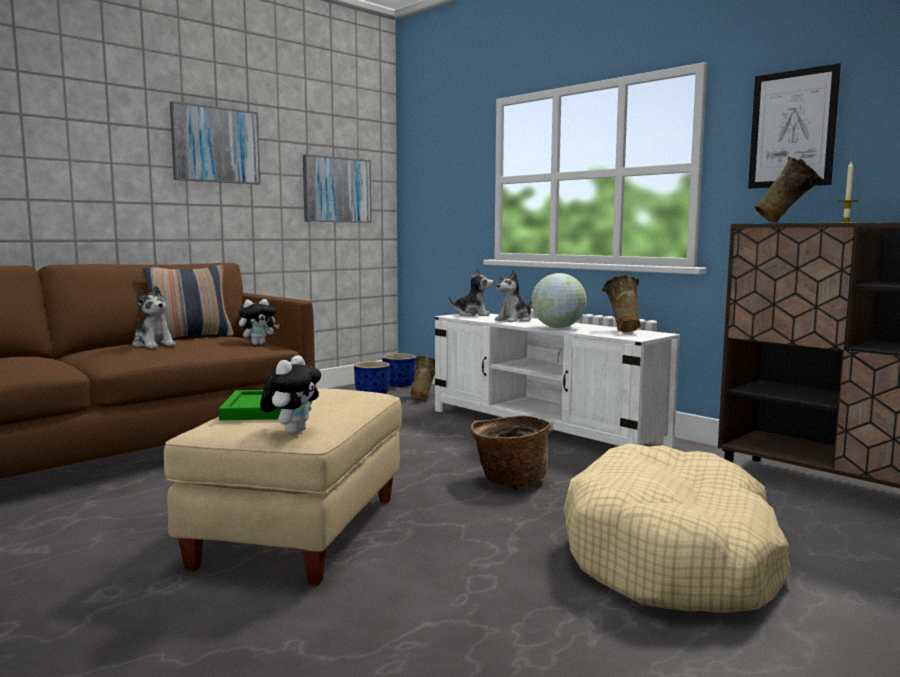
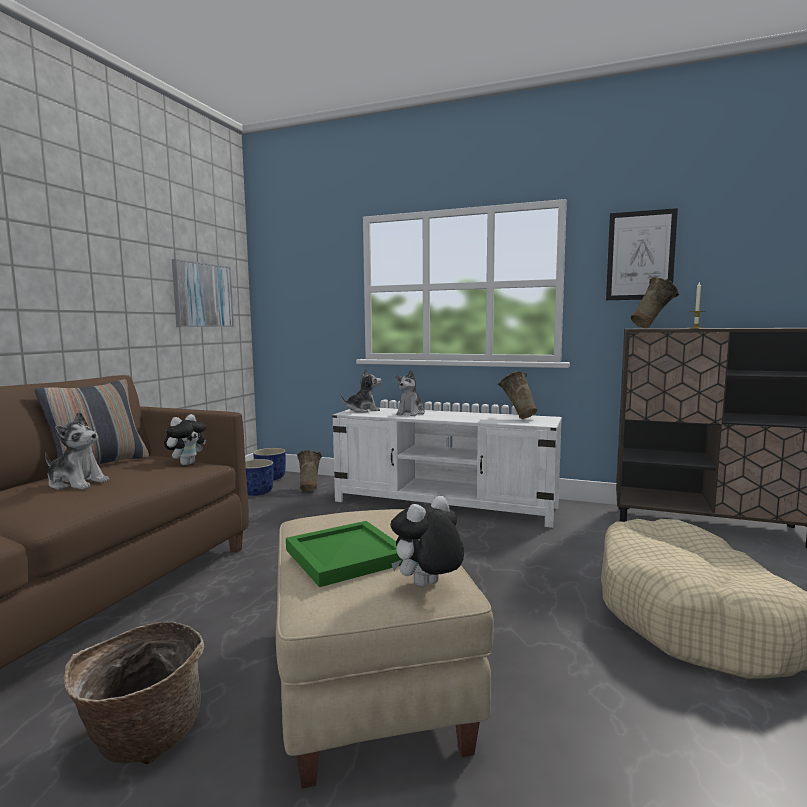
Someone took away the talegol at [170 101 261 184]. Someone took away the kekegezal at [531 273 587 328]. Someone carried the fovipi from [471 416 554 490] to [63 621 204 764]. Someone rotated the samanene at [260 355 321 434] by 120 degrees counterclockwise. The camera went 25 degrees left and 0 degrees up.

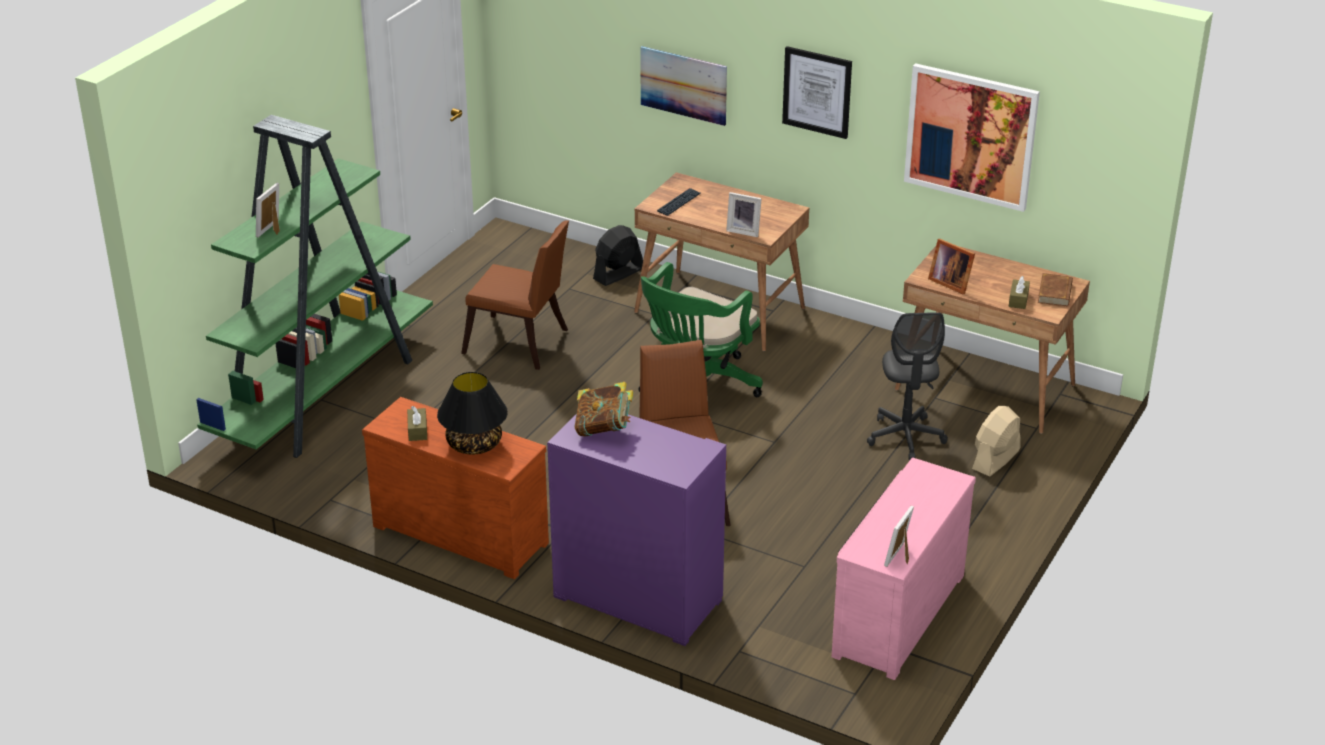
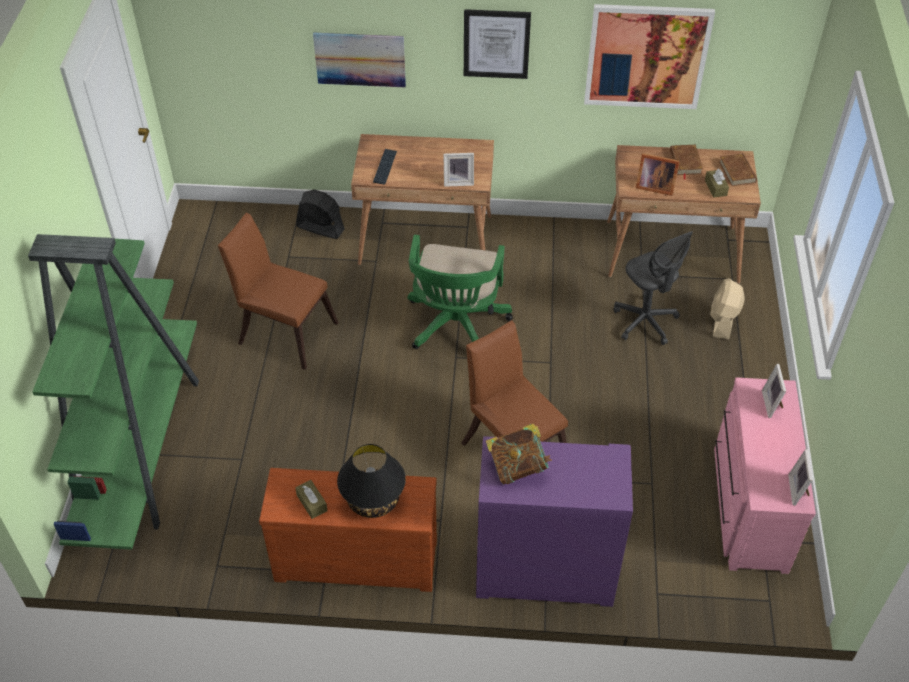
Someone put down the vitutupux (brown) at [670 145 703 179]. Someone carried the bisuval from [256 182 280 237] to [762 364 786 418]. Someone rotated the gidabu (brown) at [461 220 569 370] by 150 degrees counterclockwise. Someone rotated the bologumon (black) at [593 225 643 286] by 90 degrees clockwise. The camera went 25 degrees left and 15 degrees up.

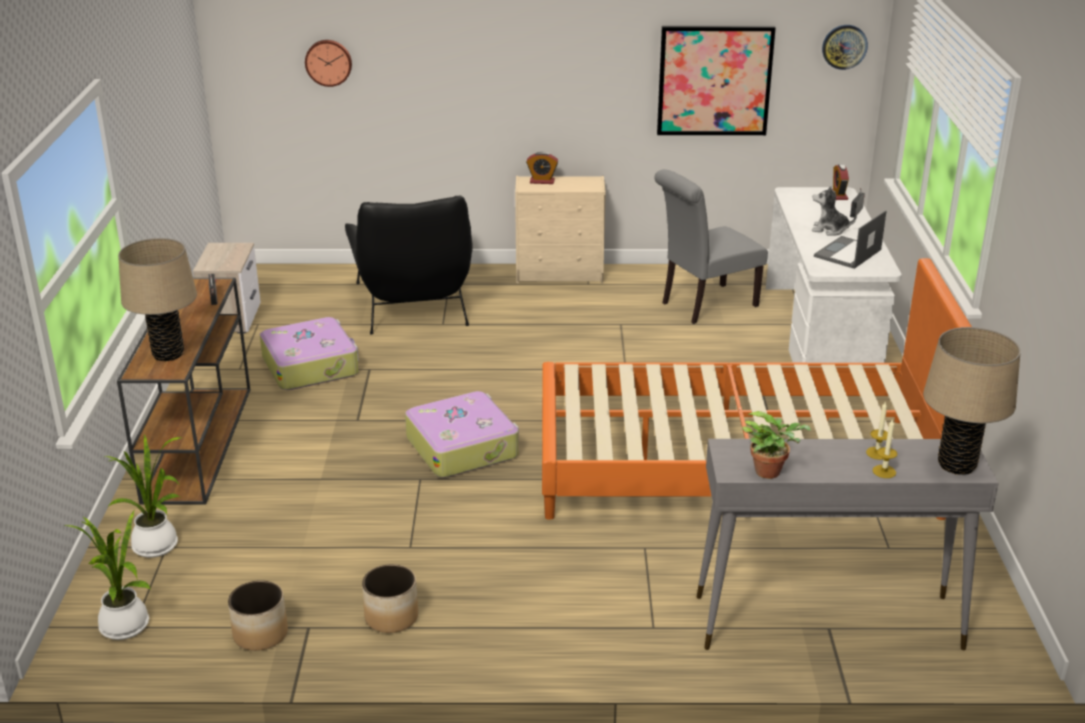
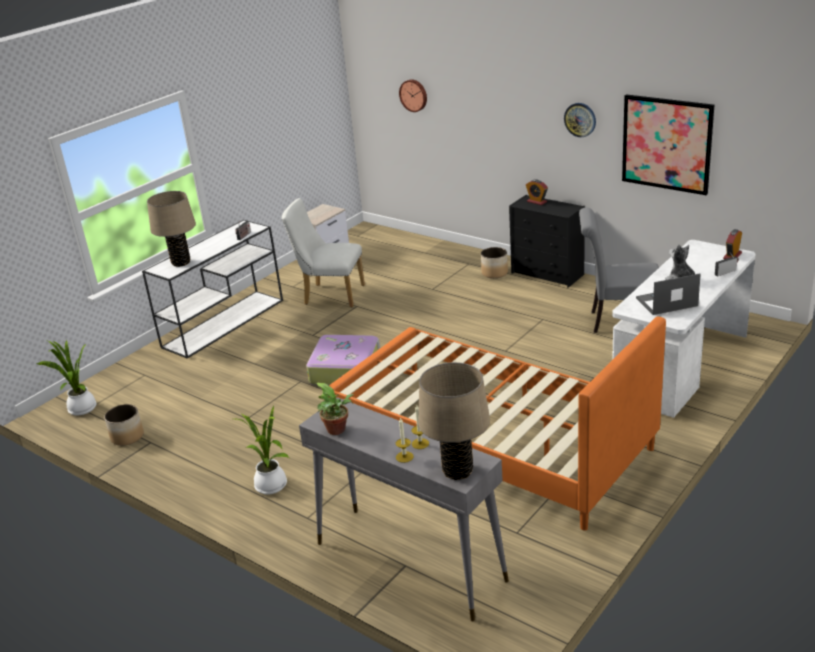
Someone took away the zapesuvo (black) at [345 196 473 335]. Someone carried the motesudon from [105 435 183 558] to [237 406 289 494]. Someone carried the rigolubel from [362 564 418 633] to [481 247 508 278]. Someone carried the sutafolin from [822 25 868 70] to [564 103 596 137]. Someone swapped the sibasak at [260 317 359 390] for the gidabu (white) at [282 198 365 307]. Someone repainted the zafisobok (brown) at [117 278 250 504], which became the zafisobok (white) at [142 220 283 359]. Someone repainted the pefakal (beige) at [515 176 606 283], which became the pefakal (black) at [509 195 585 288]. The camera went 40 degrees right and 0 degrees up.

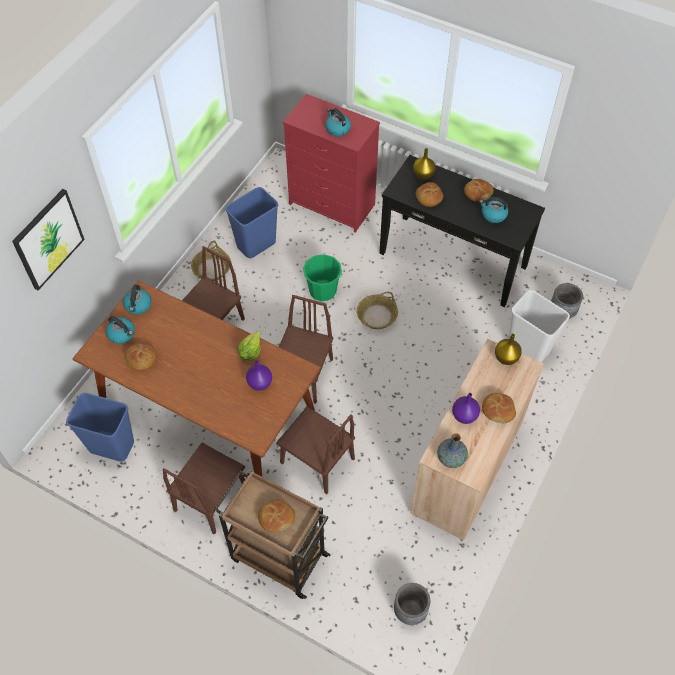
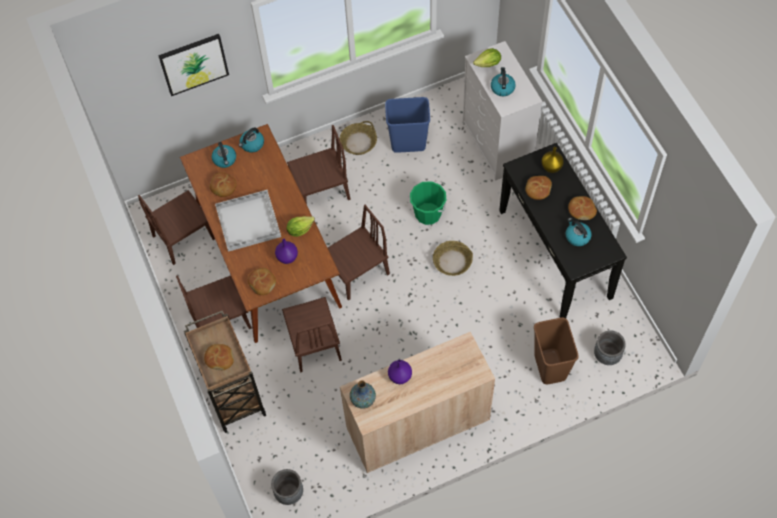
Someone took away the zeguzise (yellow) at [495 333 522 365]. Someone put down the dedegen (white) at [215 190 281 252]. Someone put down the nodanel at [473 48 501 67]. Someone carried the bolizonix from [482 393 516 423] to [248 268 276 295]. Someone swapped the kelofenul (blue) at [66 393 134 462] for the gidabu (brown) at [138 190 215 265]. Someone repainted the pefakal (red) at [283 94 380 233], which became the pefakal (white) at [463 41 542 181]. Someone repainted the kelofenul (white) at [509 290 570 362], which became the kelofenul (brown) at [534 318 579 384]. The camera went 40 degrees right and 5 degrees up.

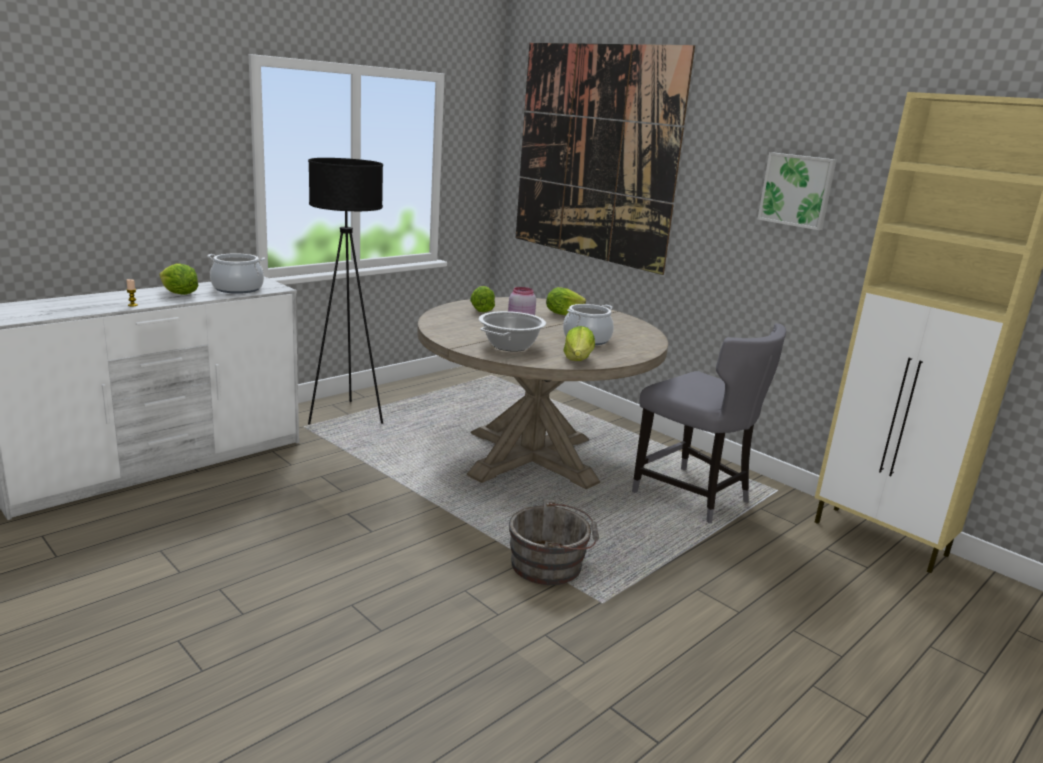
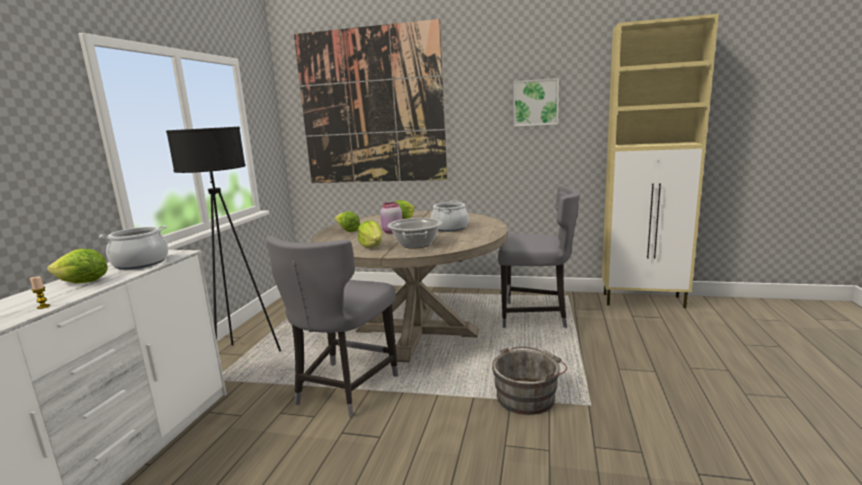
Someone put down the gidabu (grey) at [266 235 398 418]. Someone carried the nodanel from [563 326 595 361] to [358 221 382 248]. The camera went 30 degrees left and 5 degrees down.

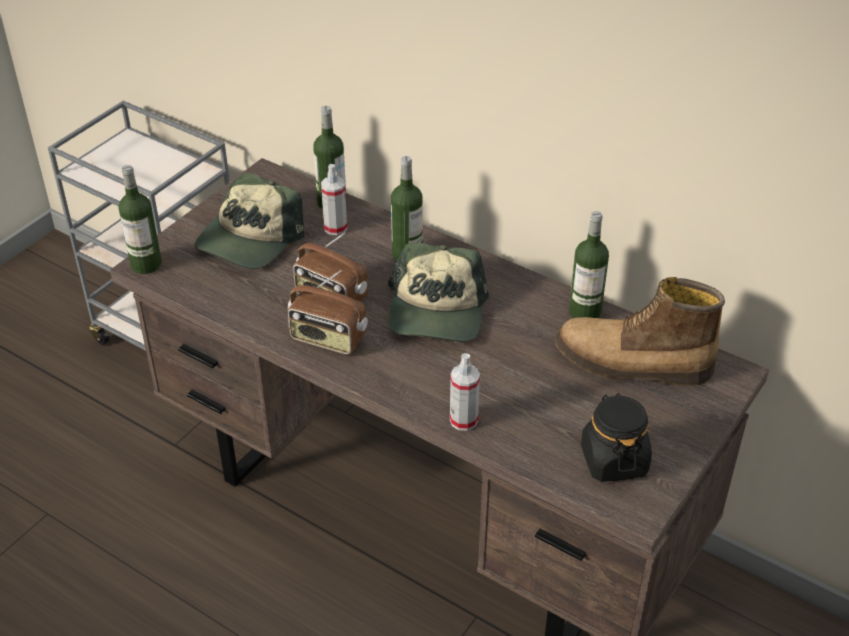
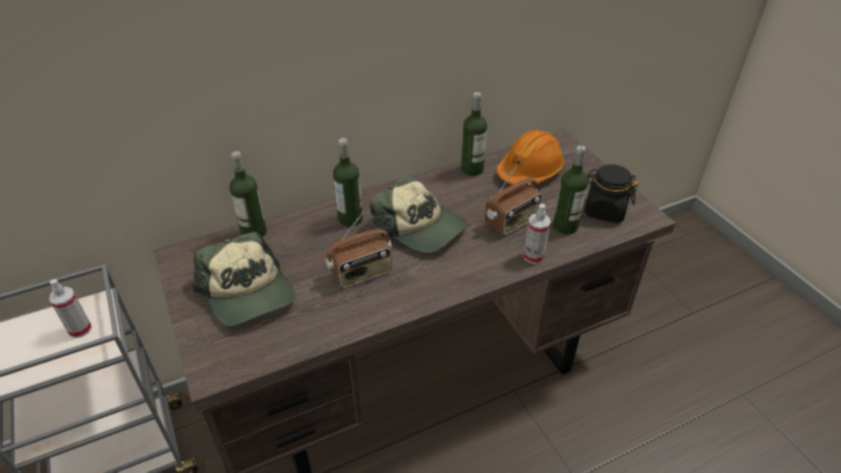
Someone carried the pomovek from [118 165 162 274] to [553 145 588 235]. Someone carried the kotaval from [287 270 368 355] to [485 163 542 235]. Someone carried the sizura from [321 164 347 235] to [49 279 92 338]. Someone swapped the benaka at [554 277 725 386] for the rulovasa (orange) at [496 130 565 186]. The camera went 60 degrees left and 0 degrees up.

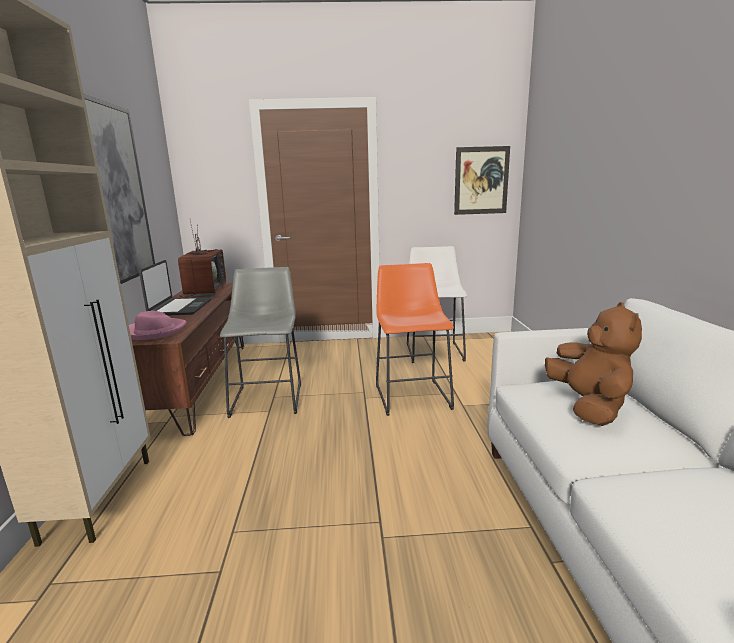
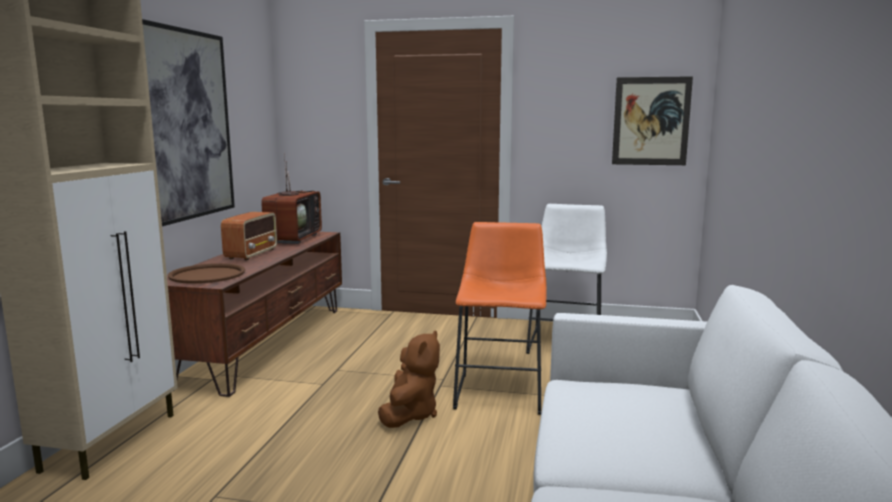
Someone took away the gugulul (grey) at [220 267 301 418]. Someone carried the samanene (brown) from [545 302 642 426] to [378 330 440 428]. Someone swapped the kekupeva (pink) at [129 311 187 340] for the dedegen (brown) at [168 263 245 284]. Someone swapped the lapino at [139 260 212 316] for the kotaval at [221 212 277 260]. The camera went 15 degrees right and 5 degrees down.

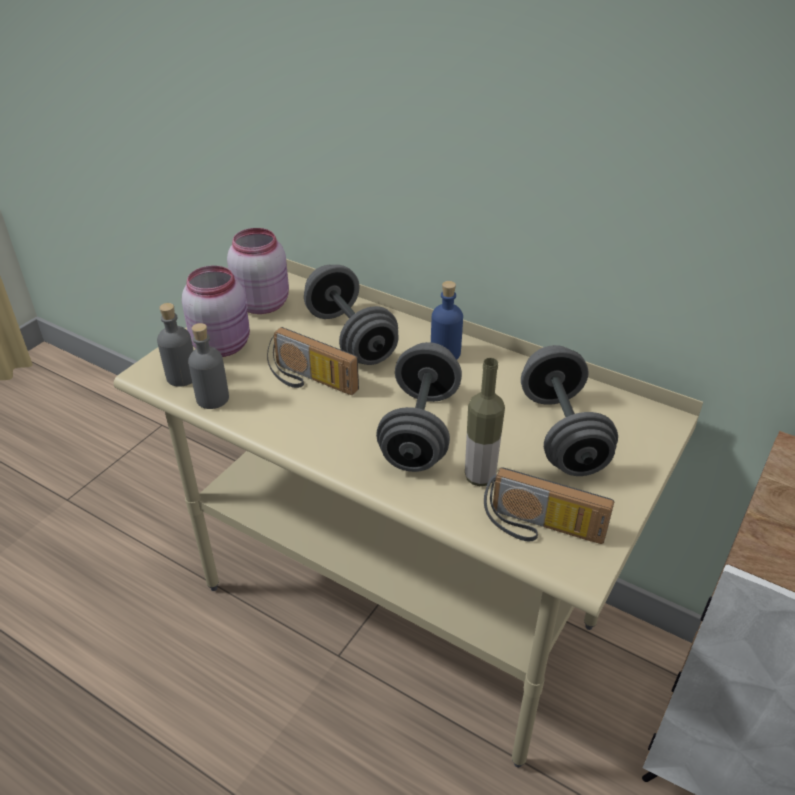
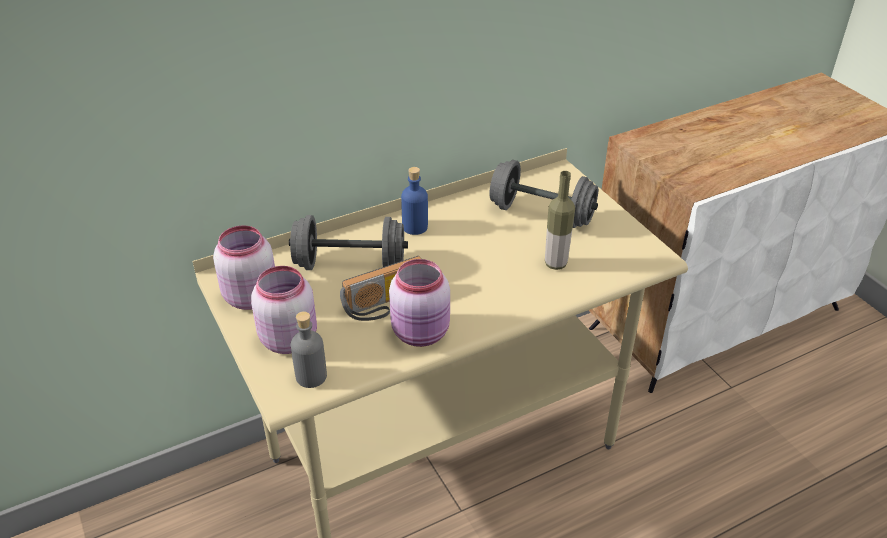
Someone took away the pomovek (grey) at [188 323 229 409]. Someone took away the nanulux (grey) at [376 342 462 472]. Someone took away the kotaval at [484 467 614 544]. Someone put down the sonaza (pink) at [389 259 450 347]. The camera went 60 degrees left and 0 degrees up.

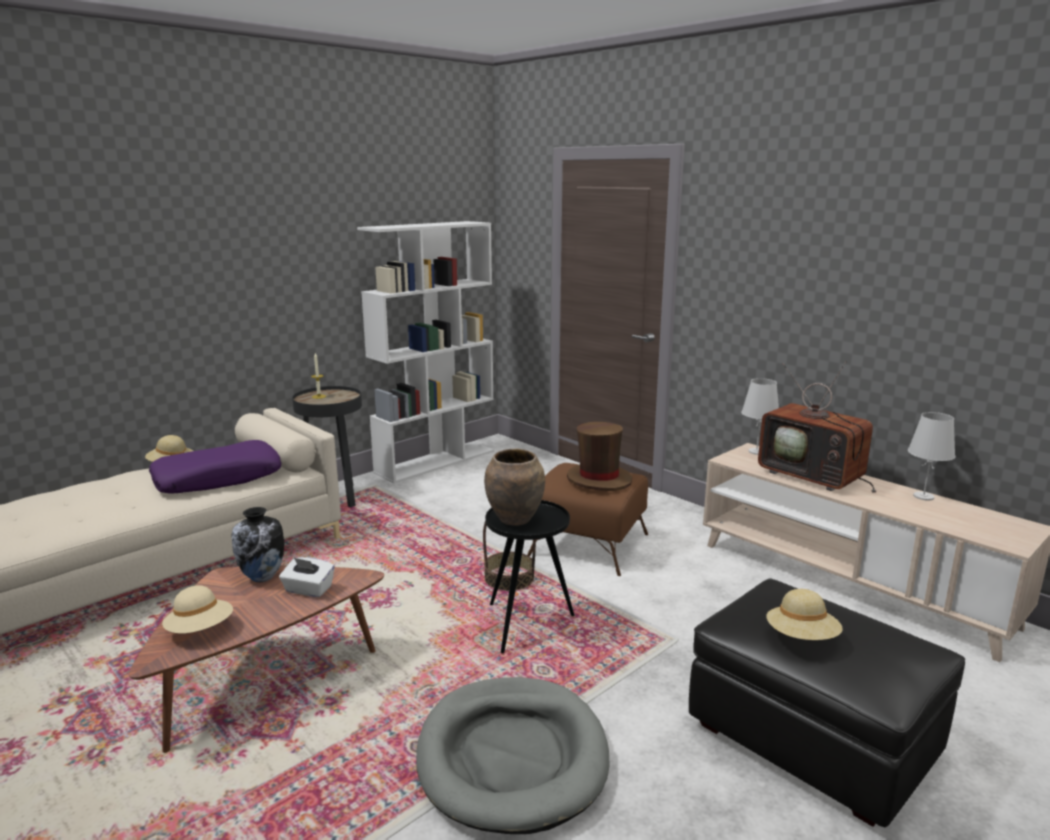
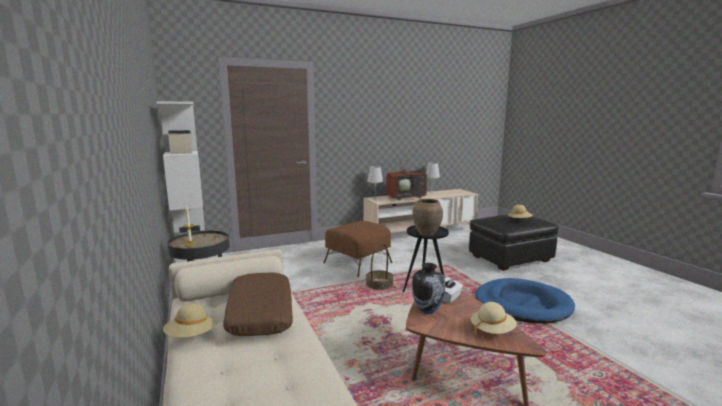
Someone took away the kekupeva (brown) at [567 422 632 491]. Someone repainted the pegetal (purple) at [149 440 281 494], which became the pegetal (brown) at [223 273 293 336]. Someone repainted the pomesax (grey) at [416 677 610 834], which became the pomesax (blue) at [476 278 575 324]. The camera went 70 degrees left and 5 degrees down.

